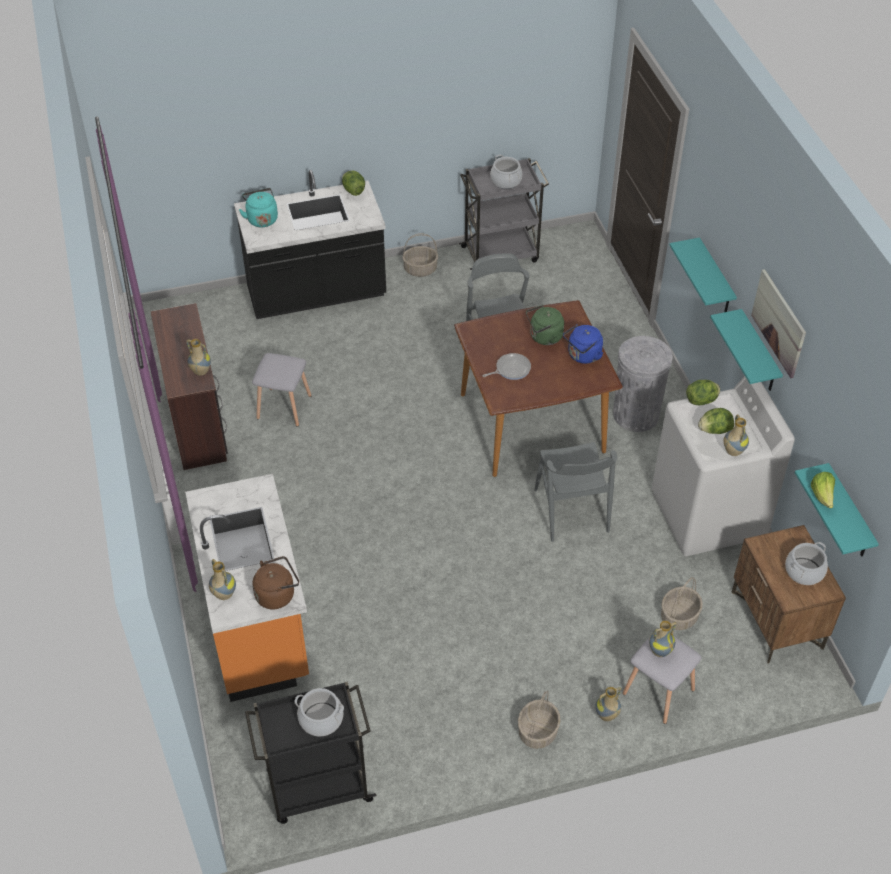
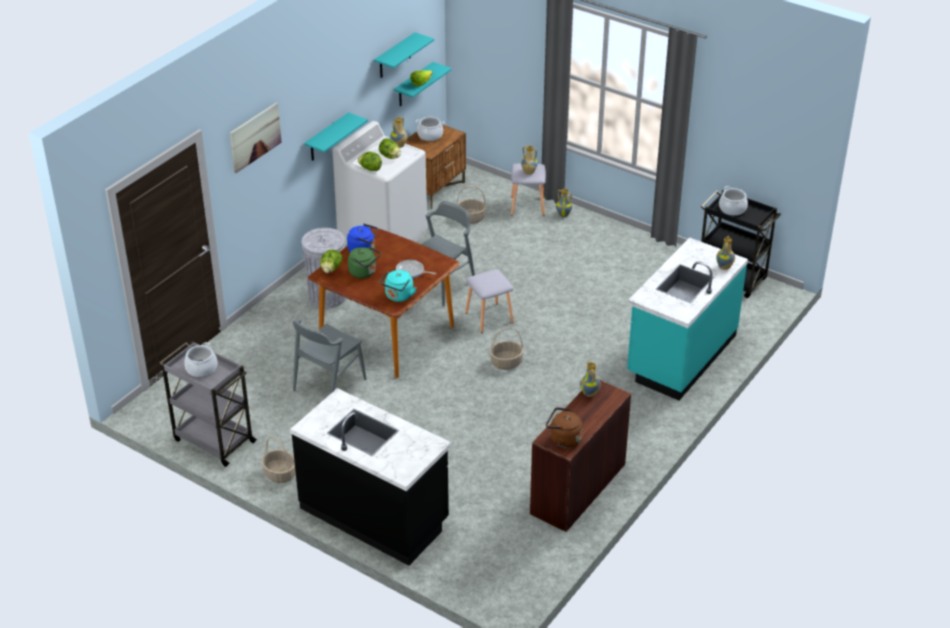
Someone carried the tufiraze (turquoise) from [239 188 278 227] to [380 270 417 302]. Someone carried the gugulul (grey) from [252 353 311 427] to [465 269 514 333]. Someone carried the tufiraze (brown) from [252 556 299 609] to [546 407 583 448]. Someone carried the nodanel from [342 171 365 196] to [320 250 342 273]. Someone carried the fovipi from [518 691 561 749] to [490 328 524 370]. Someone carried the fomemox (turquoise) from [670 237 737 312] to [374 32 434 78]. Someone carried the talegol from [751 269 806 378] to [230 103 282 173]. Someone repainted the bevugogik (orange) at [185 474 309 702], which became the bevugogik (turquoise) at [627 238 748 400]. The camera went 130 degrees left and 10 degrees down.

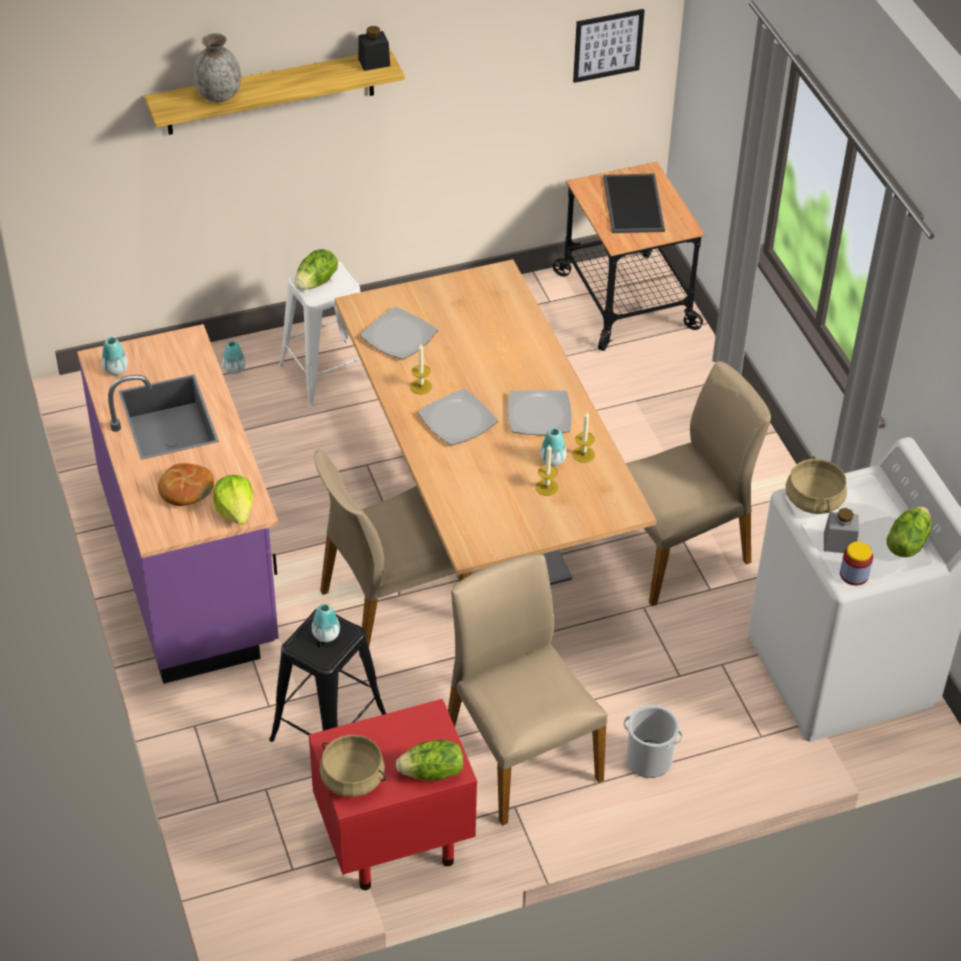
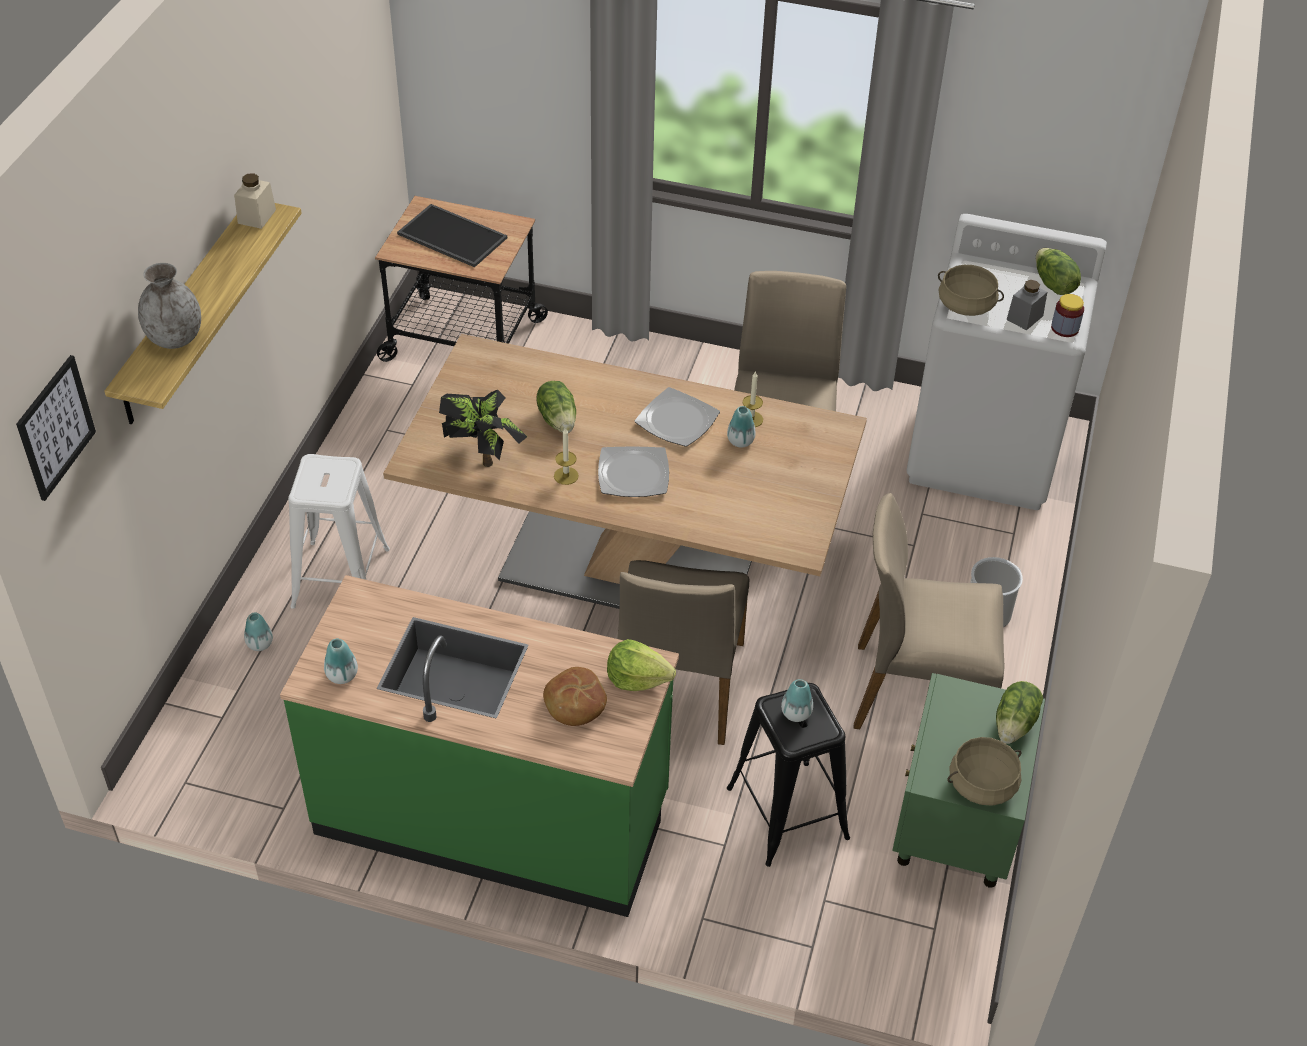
Someone took away the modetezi at [536 444 558 496]. Someone carried the nodanel from [295 249 338 290] to [536 381 576 433]. Someone carried the talegol from [573 9 645 83] to [16 355 96 501]. Someone swapped the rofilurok at [360 307 438 359] for the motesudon at [439 390 527 467]. Someone repainted the bevugogik (purple) at [77 324 279 684], which became the bevugogik (green) at [280 575 679 917]. Someone repainted the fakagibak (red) at [309 699 477 890], which became the fakagibak (green) at [892 673 1045 888]. Someone repainted the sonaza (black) at [358 26 390 71], which became the sonaza (beige) at [234 173 276 229]. The camera went 55 degrees left and 0 degrees up.

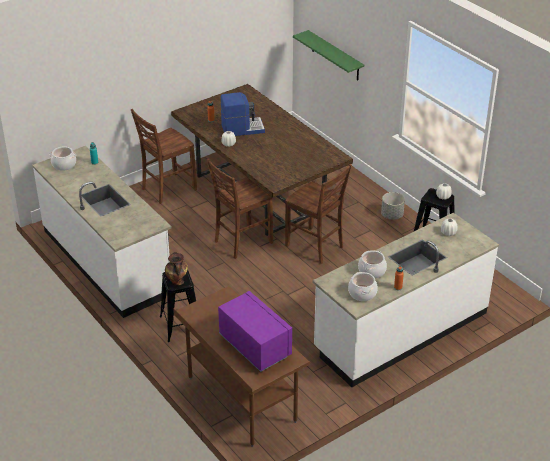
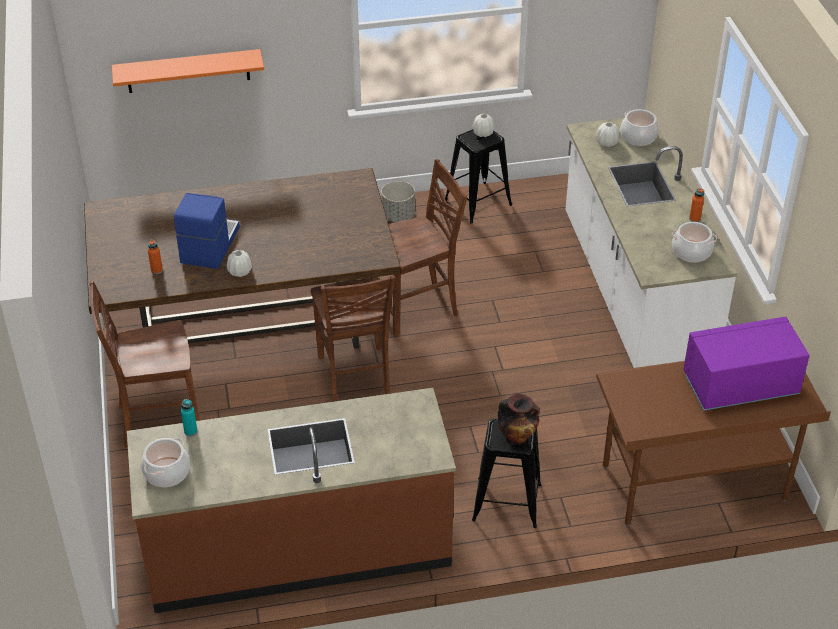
Someone carried the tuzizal from [358 250 387 279] to [621 109 659 146]. Someone repainted the bevugogik (white) at [32 146 172 318], which became the bevugogik (brown) at [127 388 456 613]. Someone repainted the fomemox (green) at [293 30 364 80], which became the fomemox (orange) at [112 49 264 93]. Someone rotated the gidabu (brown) at [131 109 197 204] by 90 degrees clockwise. The camera went 65 degrees left and 5 degrees up.

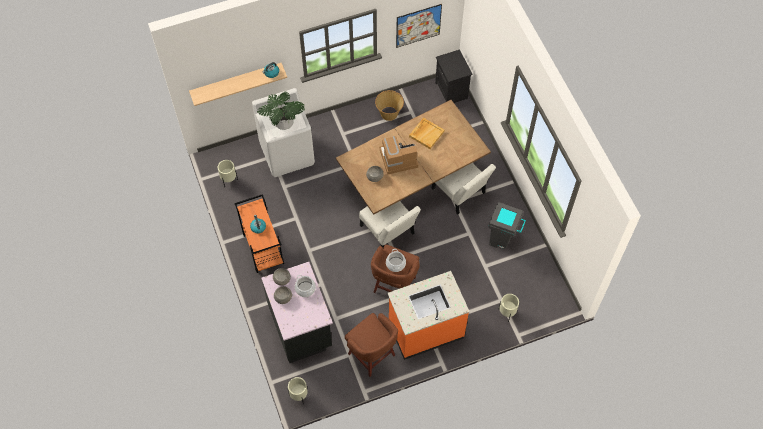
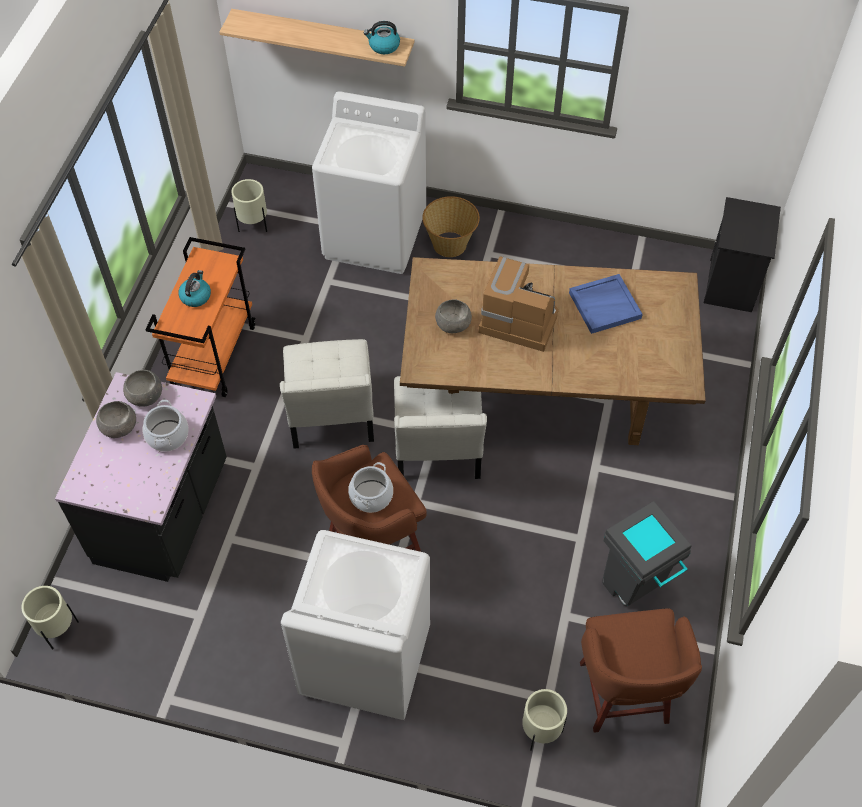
Someone took away the motesudon at [257 91 305 130]. Someone took away the talegol at [396 4 442 48]. Someone carried the gugulul (brown) from [345 313 398 377] to [580 609 702 733]. Someone carried the fovipi from [375 90 404 121] to [422 196 480 257]. Someone carried the gidabu (white) from [431 163 496 214] to [280 339 374 449]. Someone swapped the bevugogik (orange) at [387 271 470 360] for the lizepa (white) at [281 530 430 720]. Someone repainted the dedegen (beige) at [409 118 444 149], which became the dedegen (blue) at [569 274 643 334]. The camera went 35 degrees right and 5 degrees down.

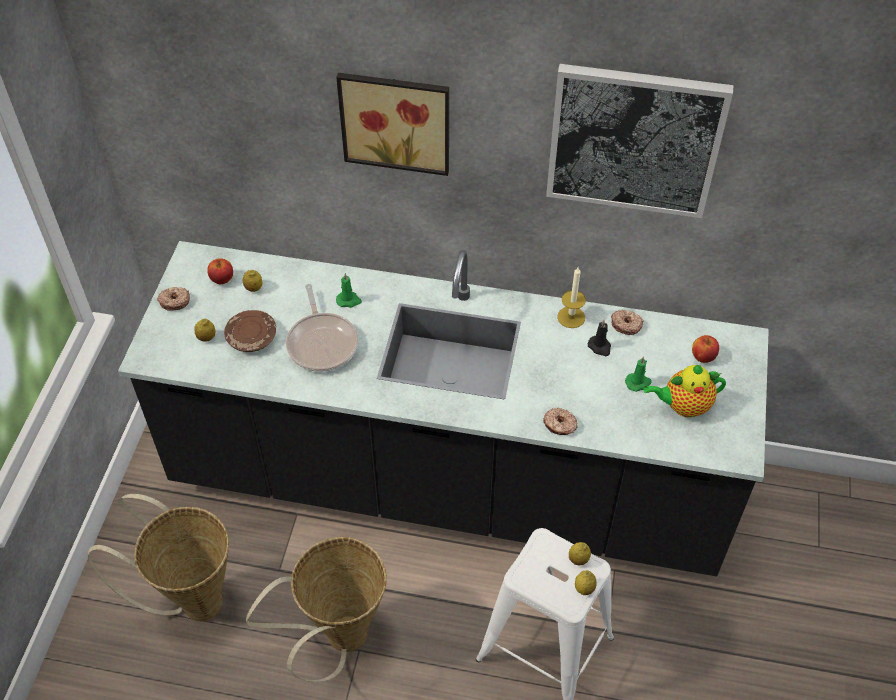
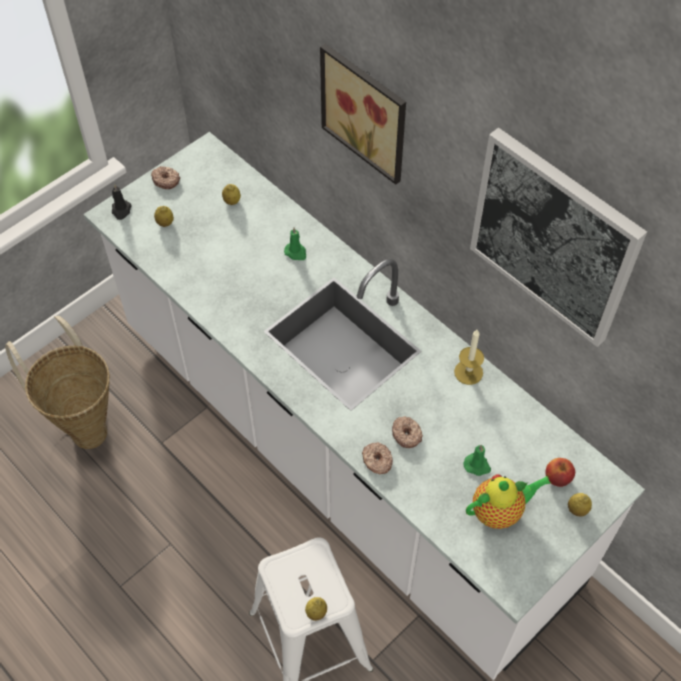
Someone took away the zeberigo at [207 258 233 284]. Someone took away the rofilurok (brown) at [224 310 276 352]. Someone took away the fovipi at [246 537 387 683]. Someone took away the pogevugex at [286 284 358 372]. Someone carried the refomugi from [569 542 591 566] to [568 493 592 516]. Someone carried the modetezi (black) from [588 320 611 356] to [112 184 132 220]. Someone carried the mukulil from [611 310 643 335] to [392 416 423 448]. Someone repainted the bevugogik (black) at [118 241 769 576], which became the bevugogik (white) at [84 132 645 680]. Someone rotated the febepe at [644 365 726 417] by 135 degrees clockwise. The camera went 35 degrees right and 5 degrees up.

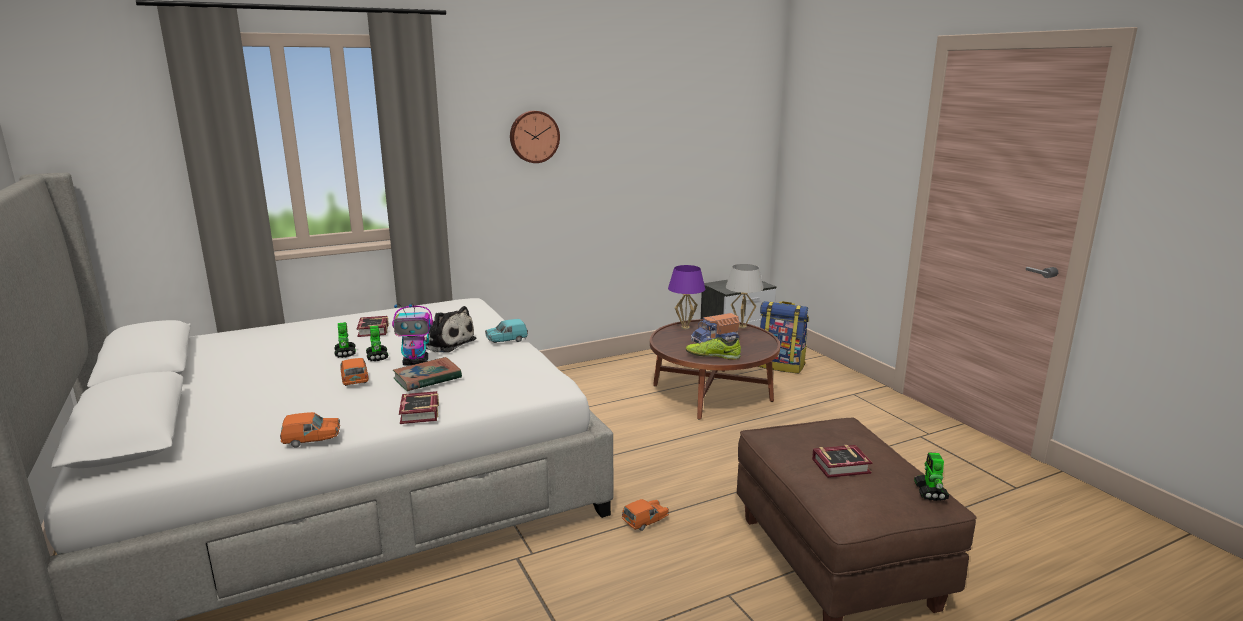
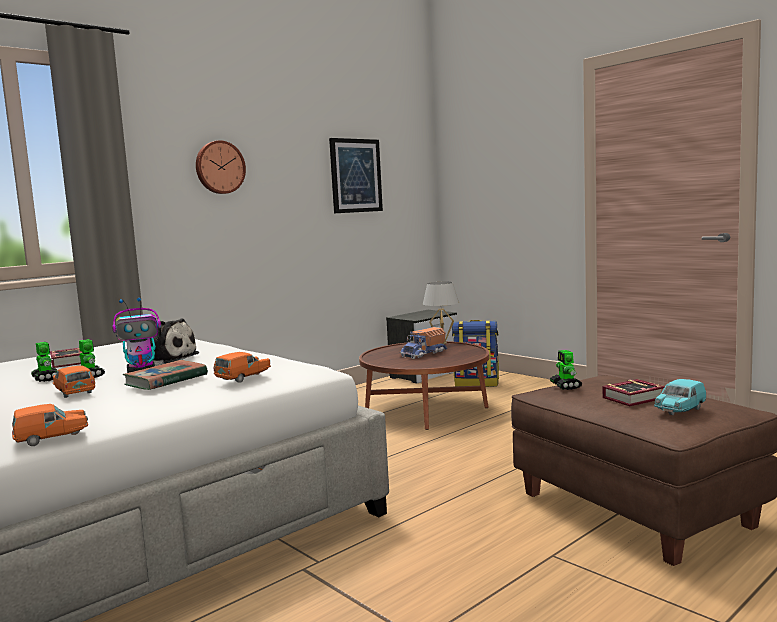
Someone took away the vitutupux at [399 391 439 424]. Someone took away the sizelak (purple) at [668 265 705 329]. Someone took away the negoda at [686 337 741 360]. Someone put up the talegol at [329 138 383 213]. Someone carried the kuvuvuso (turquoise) from [485 319 528 343] to [654 379 706 415]. Someone carried the kuvuvuso (orange) from [622 499 669 531] to [214 352 271 383]. Someone carried the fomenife from [914 452 949 501] to [550 350 582 390]. The camera went 15 degrees left and 10 degrees down.

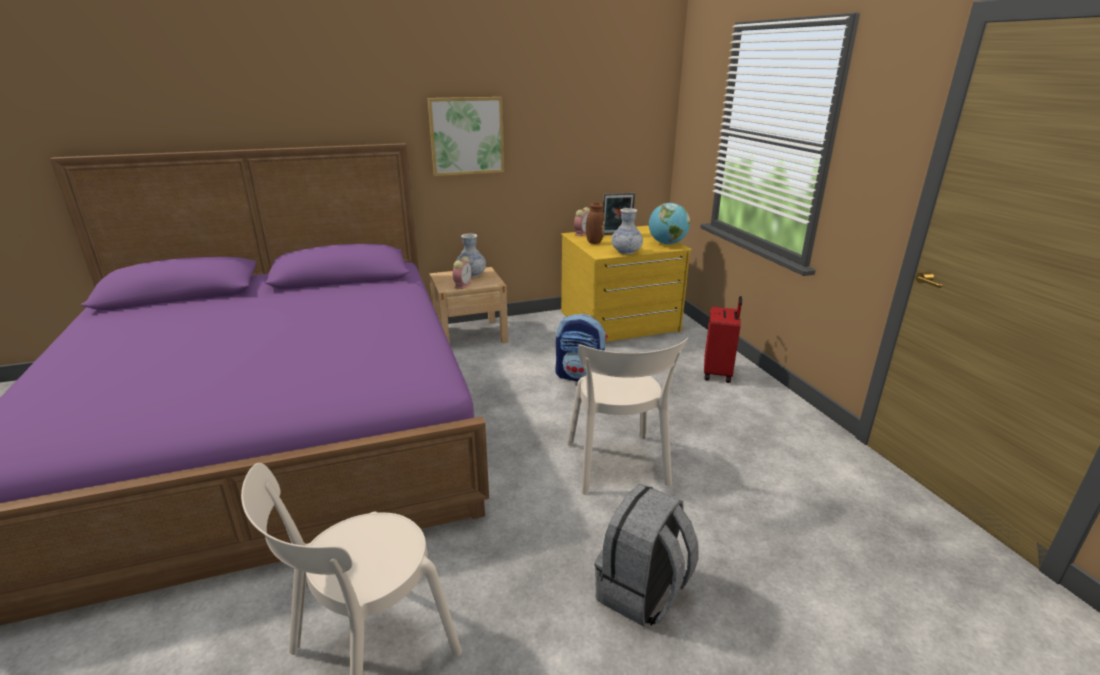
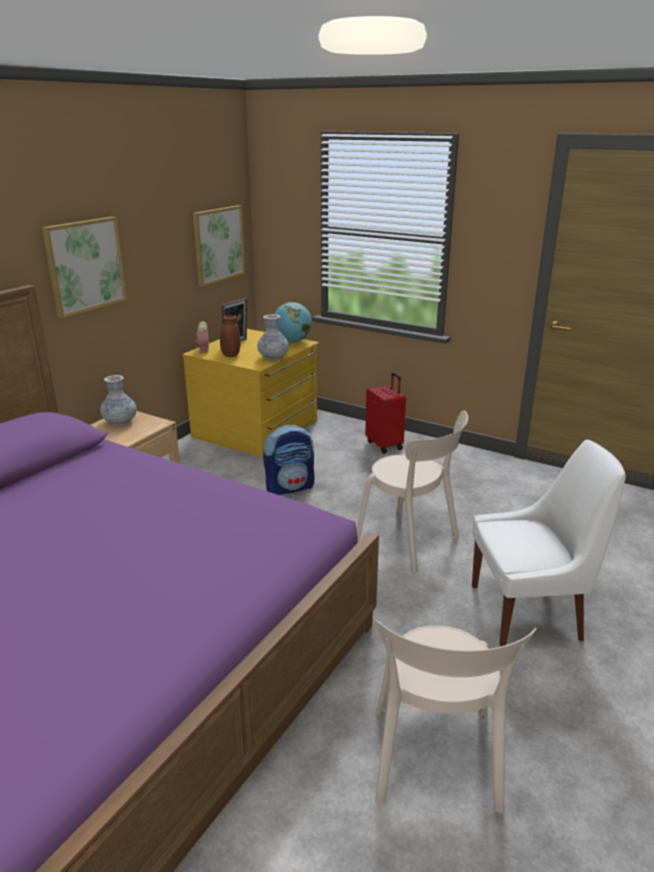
Someone took away the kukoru at [453 256 472 289]. Someone put up the talegol at [193 205 245 286]. Someone swapped the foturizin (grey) at [595 484 699 627] for the gidabu (white) at [472 439 626 646]. The camera went 40 degrees left and 0 degrees up.

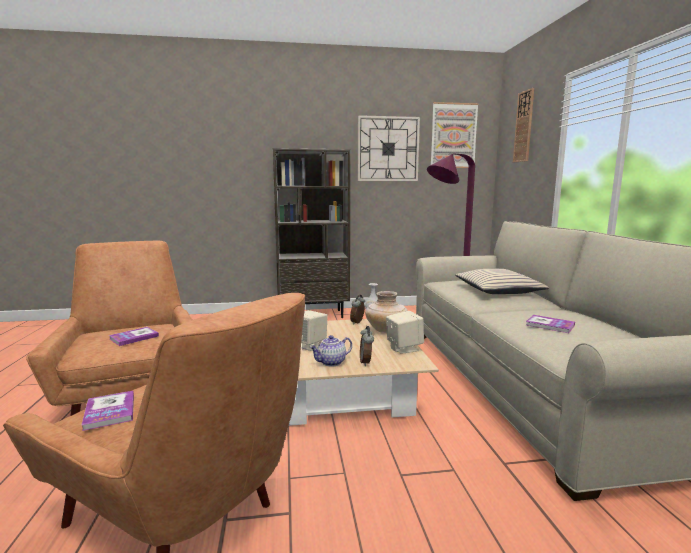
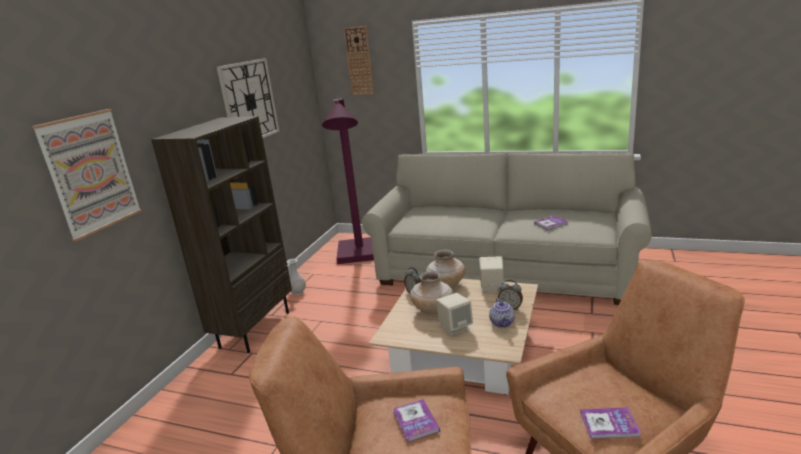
Someone took away the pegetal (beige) at [455 269 549 294]. Someone put down the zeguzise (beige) at [410 271 453 315]. Someone carried the talegol from [431 102 479 168] to [32 109 142 241]. The camera went 60 degrees left and 10 degrees up.

